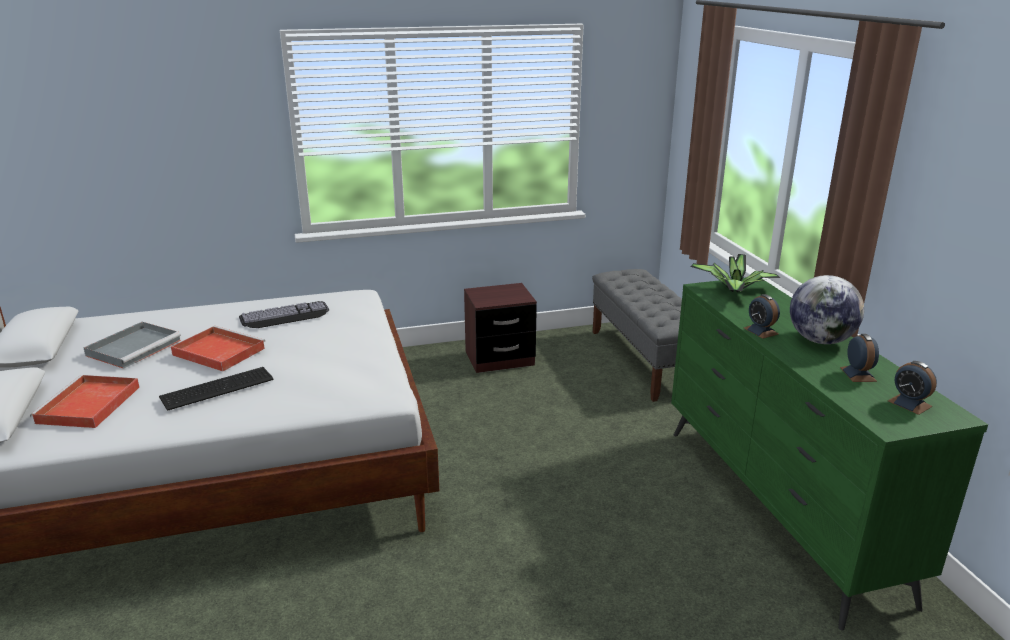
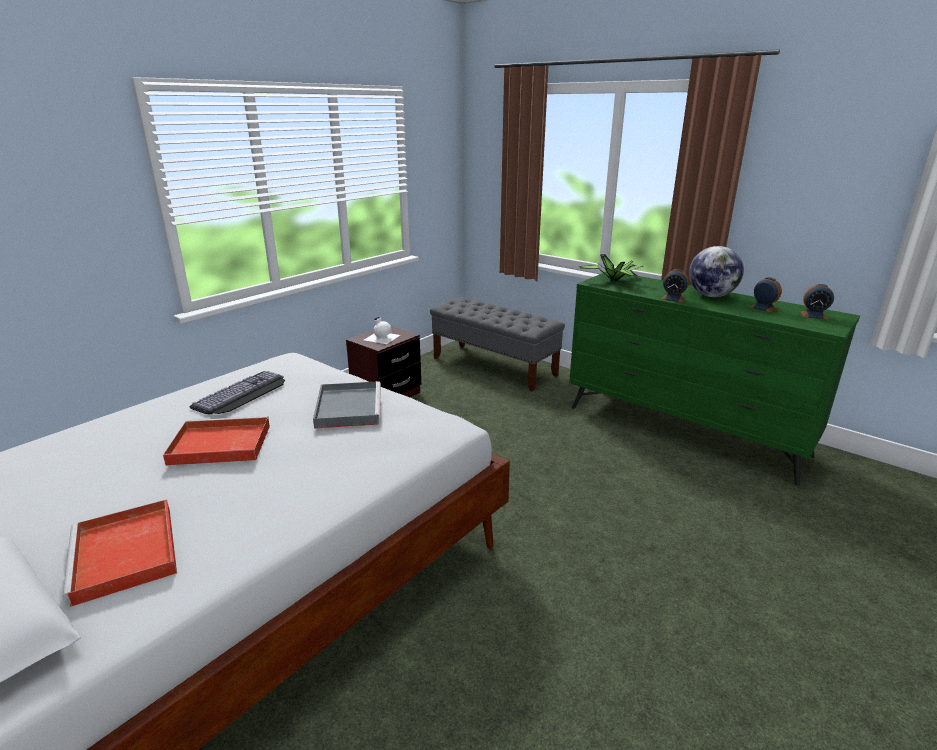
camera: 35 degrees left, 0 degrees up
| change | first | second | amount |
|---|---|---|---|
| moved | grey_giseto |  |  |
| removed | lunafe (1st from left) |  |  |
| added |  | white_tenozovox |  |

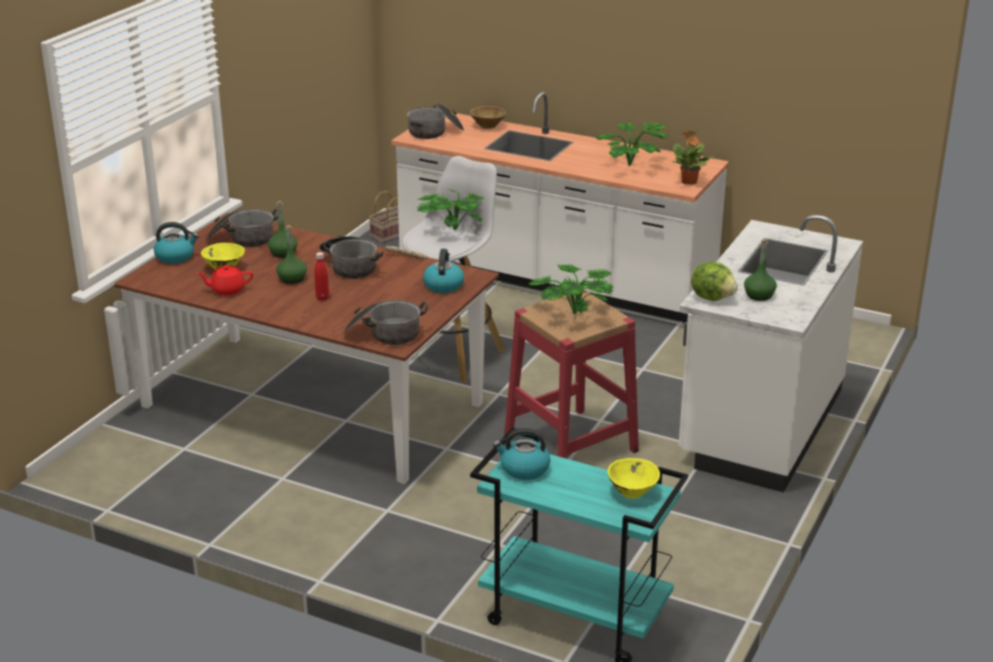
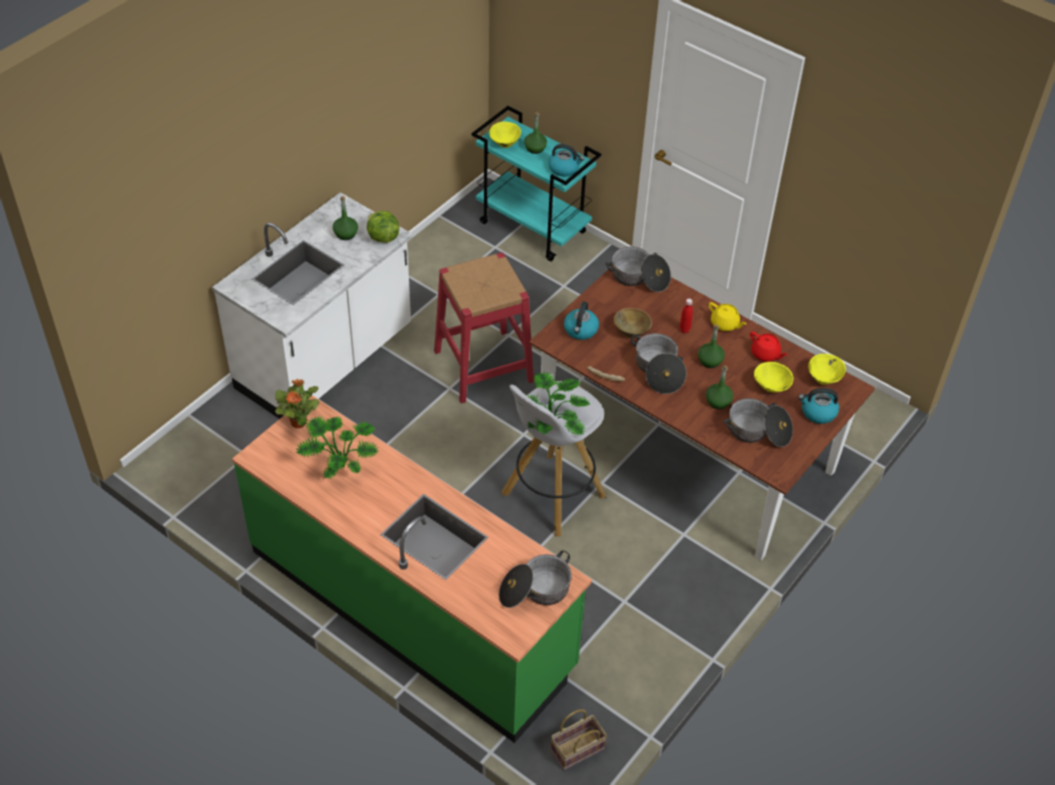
camera: 170 degrees left, 20 degrees up
| change | first | second | amount |
|---|---|---|---|
| turned | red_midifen |  | 45 degrees clockwise |
| recoloured | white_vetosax (1st from left) | green_vetosax |  |
| moved | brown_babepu |  |  |
| removed | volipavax (2nd from left) |  |  |
| added |  | green_tenozovox (2nd from left) |  |
| added |  | yellow_midifen |  |
| added |  | yellow_babepu (3rd from left) |  |

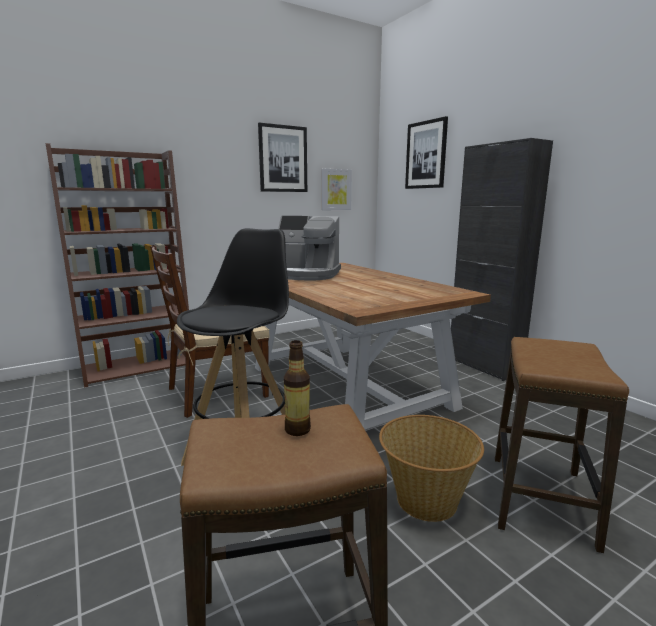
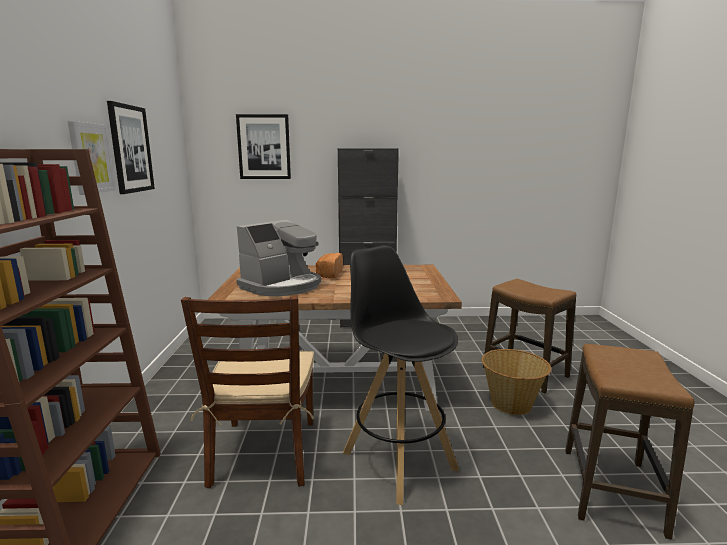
camera: 60 degrees left, 0 degrees up
| change | first | second | amount |
|---|---|---|---|
| removed | tenozovox |  |  |
| moved | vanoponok (2nd from left in the first image) | vanoponok (1st from left) |  |
| added |  | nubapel |  |

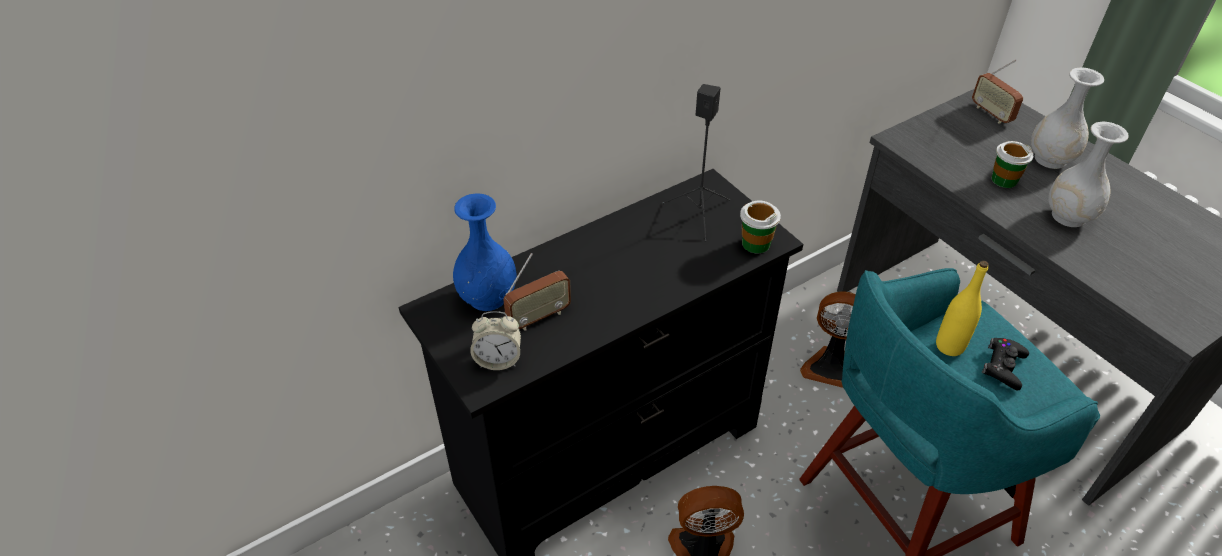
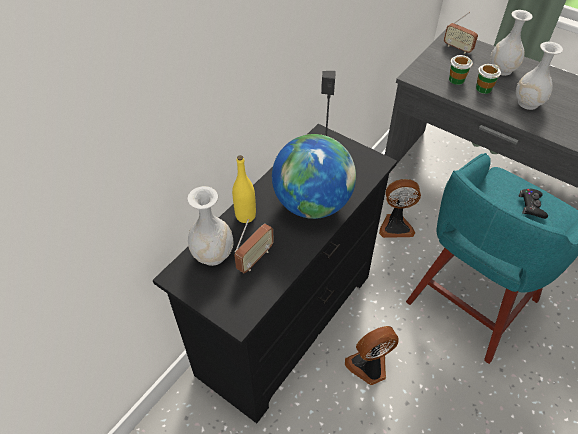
camera: 20 degrees left, 5 degrees up
| change | first | second | amount |
|---|---|---|---|
| recoloured | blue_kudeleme | white_kudeleme (1st from left) |  |
| removed | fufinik |  |  |
| moved | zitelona (1st from left) |  |  |
| moved | yellow_tenozovox |  |  |
| added |  | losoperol |  |

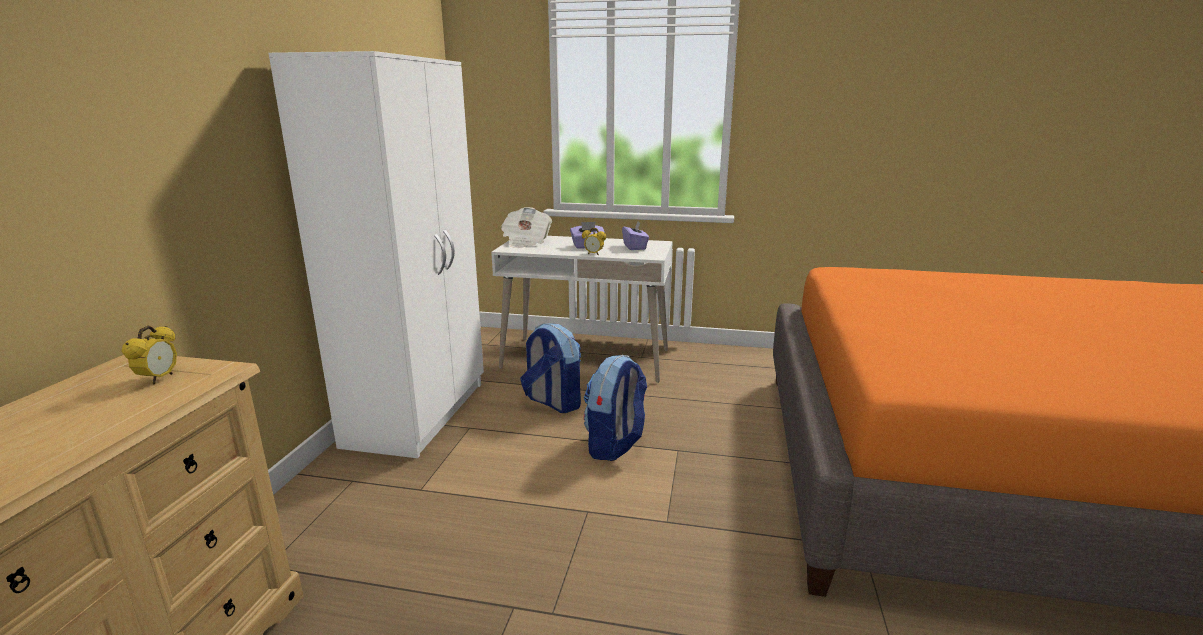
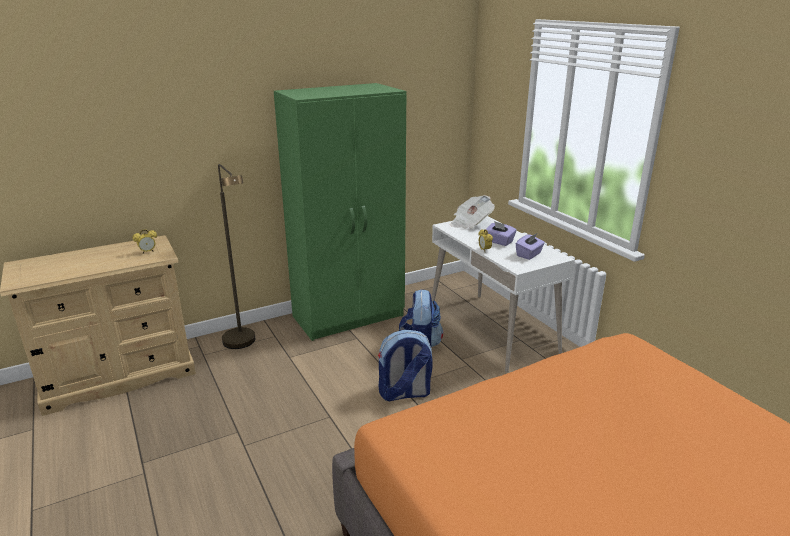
camera: 50 degrees right, 5 degrees up
| change | first | second | amount |
|---|---|---|---|
| recoloured | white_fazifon | green_fazifon |  |
| added |  | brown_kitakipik |  |

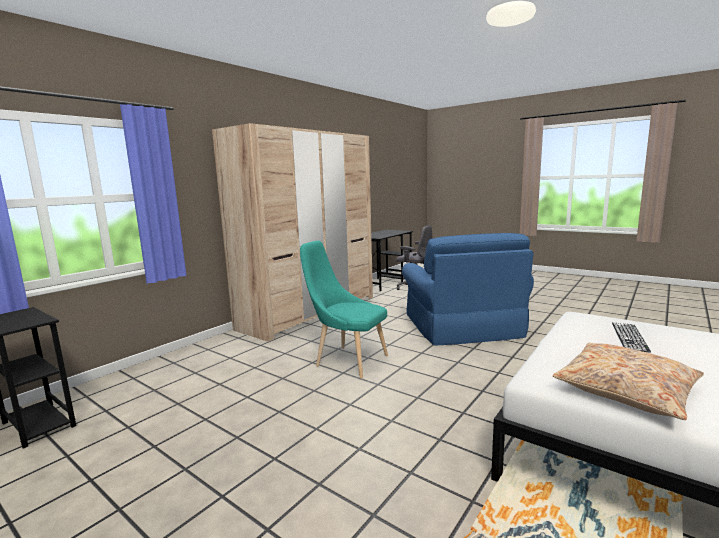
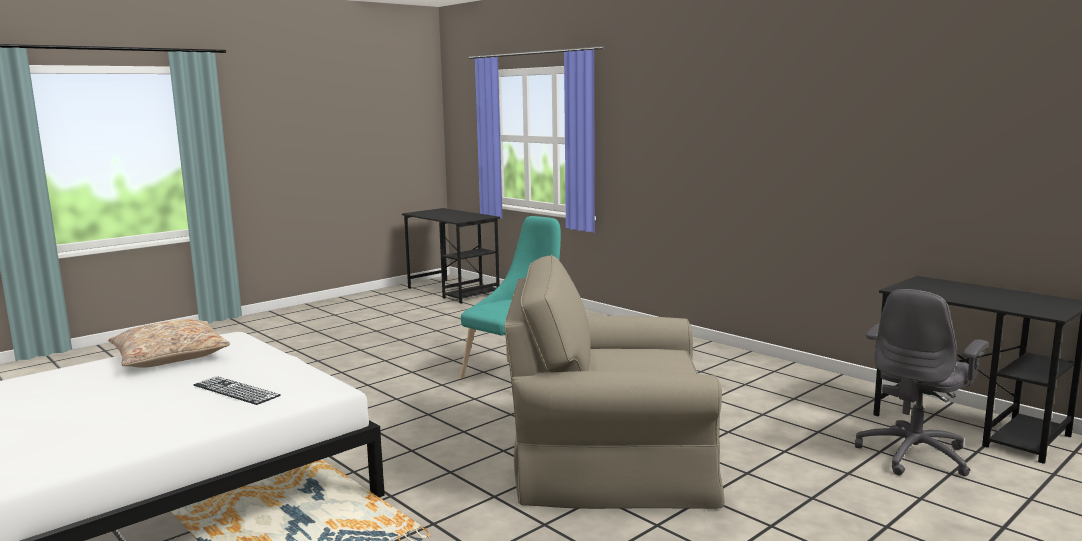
camera: 100 degrees right, 0 degrees up
| change | first | second | amount |
|---|---|---|---|
| removed | beige_fazifon |  |  |
| recoloured | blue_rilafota | beige_rilafota |  |

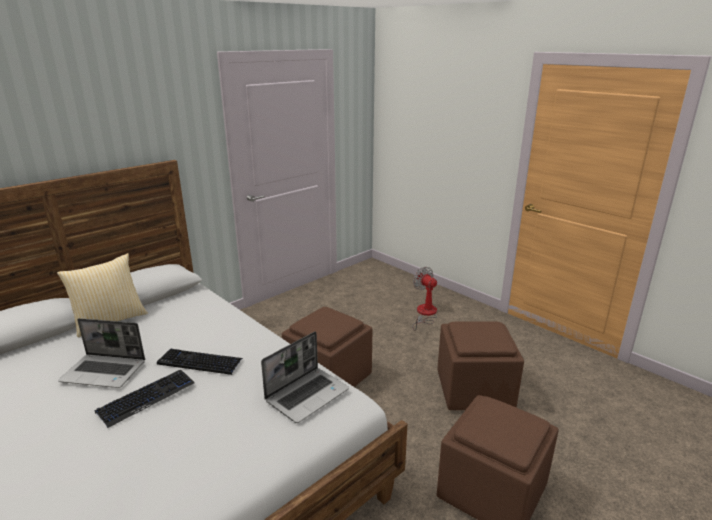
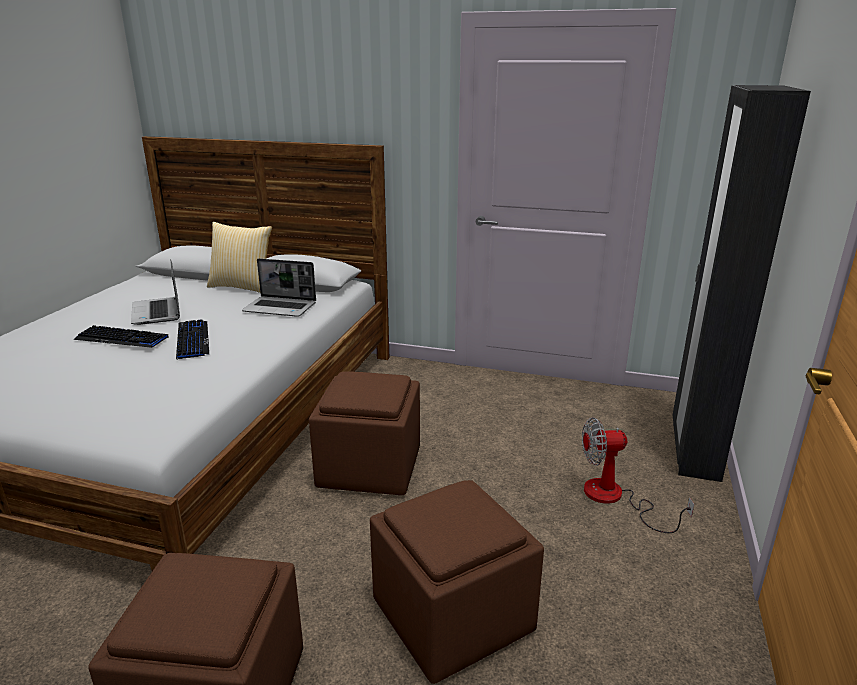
camera: 60 degrees right, 0 degrees up
| change | first | second | amount |
|---|---|---|---|
| moved | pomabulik (2nd from left) |  |  |
| turned | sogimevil |  | 120 degrees counterclockwise |
| added |  | black_fazifon |  |

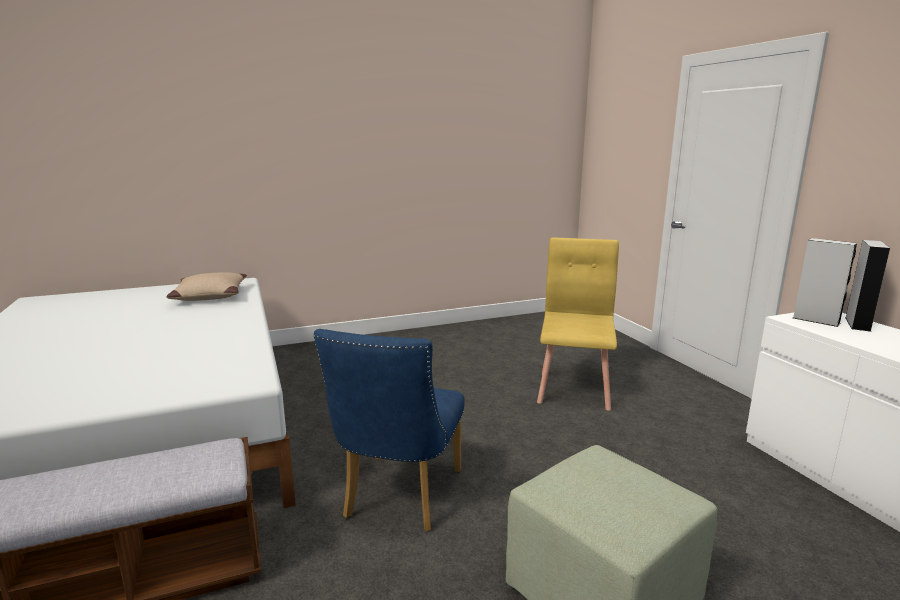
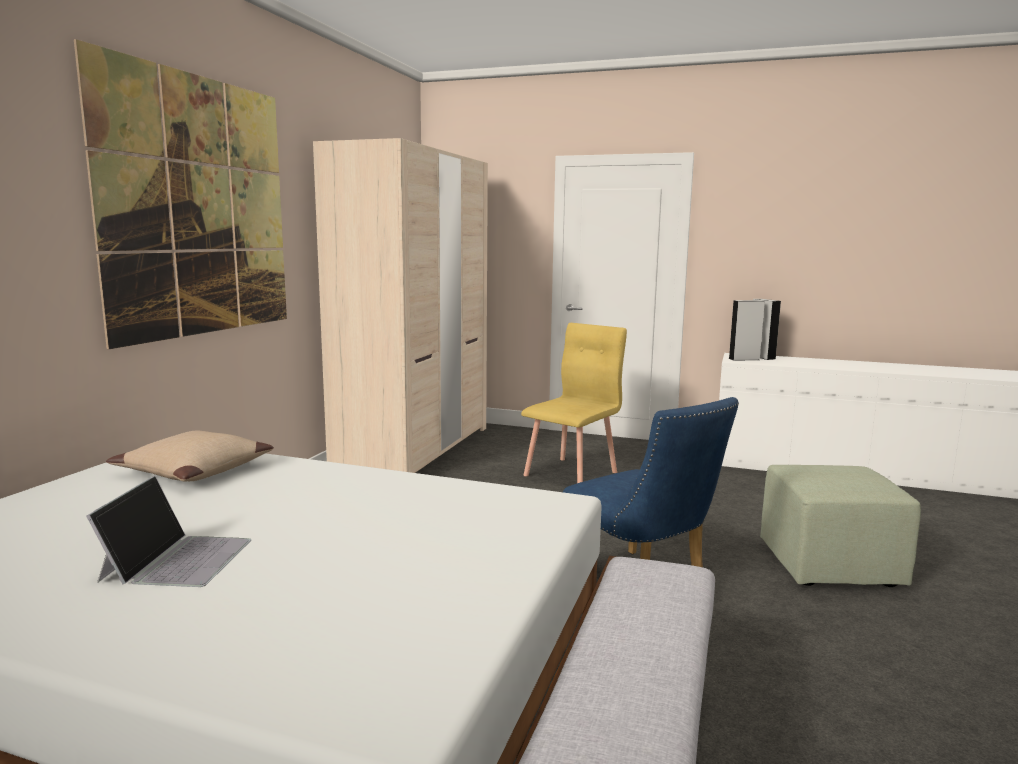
camera: 50 degrees left, 5 degrees down
| change | first | second | amount |
|---|---|---|---|
| turned | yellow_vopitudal |  | 75 degrees clockwise |
| added |  | vanoponok |  |
| added |  | pomabulik |  |
| added |  | beige_fazifon |  |

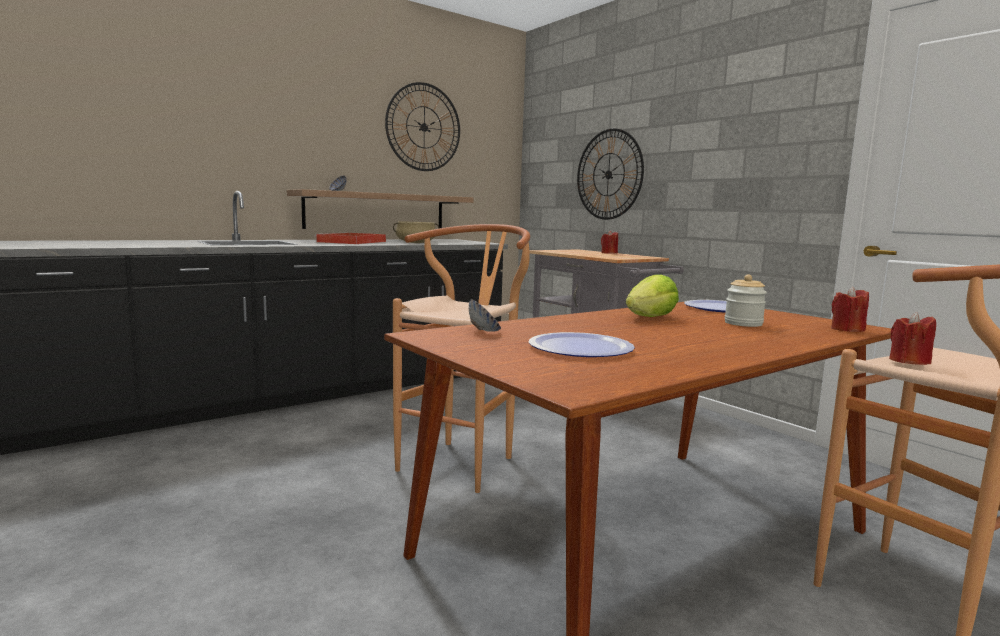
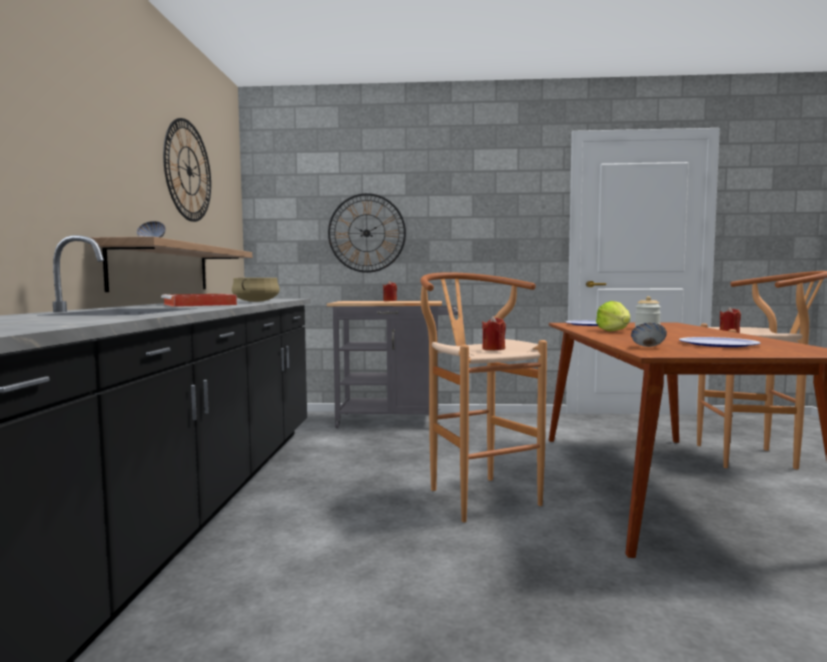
camera: 50 degrees left, 5 degrees down
| change | first | second | amount |
|---|---|---|---|
| moved | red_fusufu (2nd from left) |  |  |

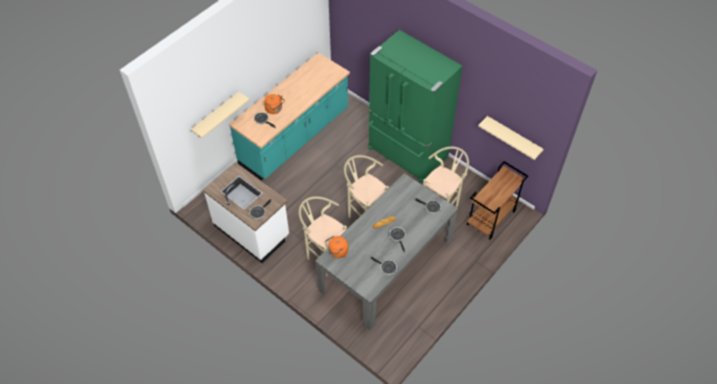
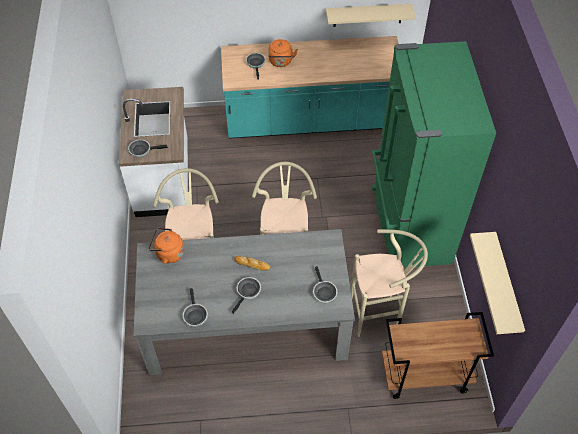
camera: 45 degrees right, 0 degrees up
| change | first | second | amount |
|---|---|---|---|
| moved | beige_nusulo (1st from left) |  |  |

